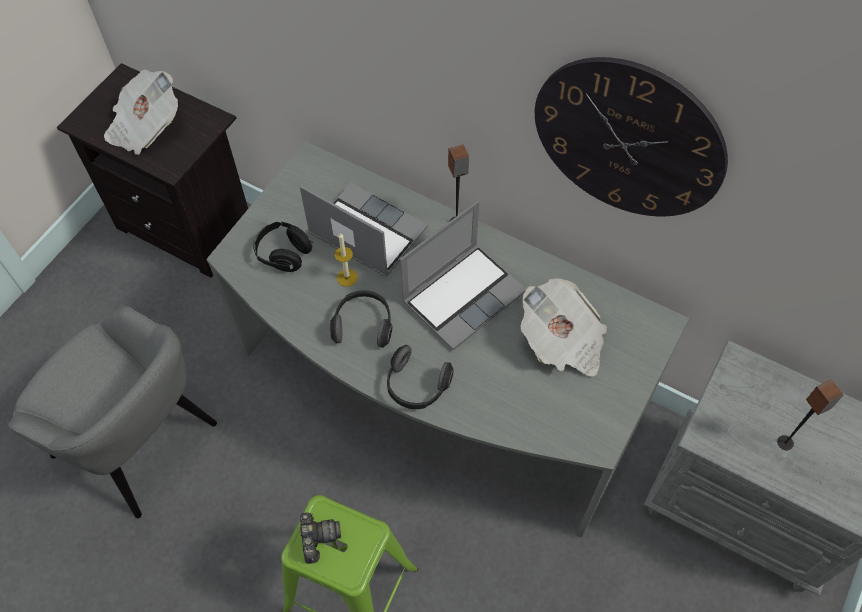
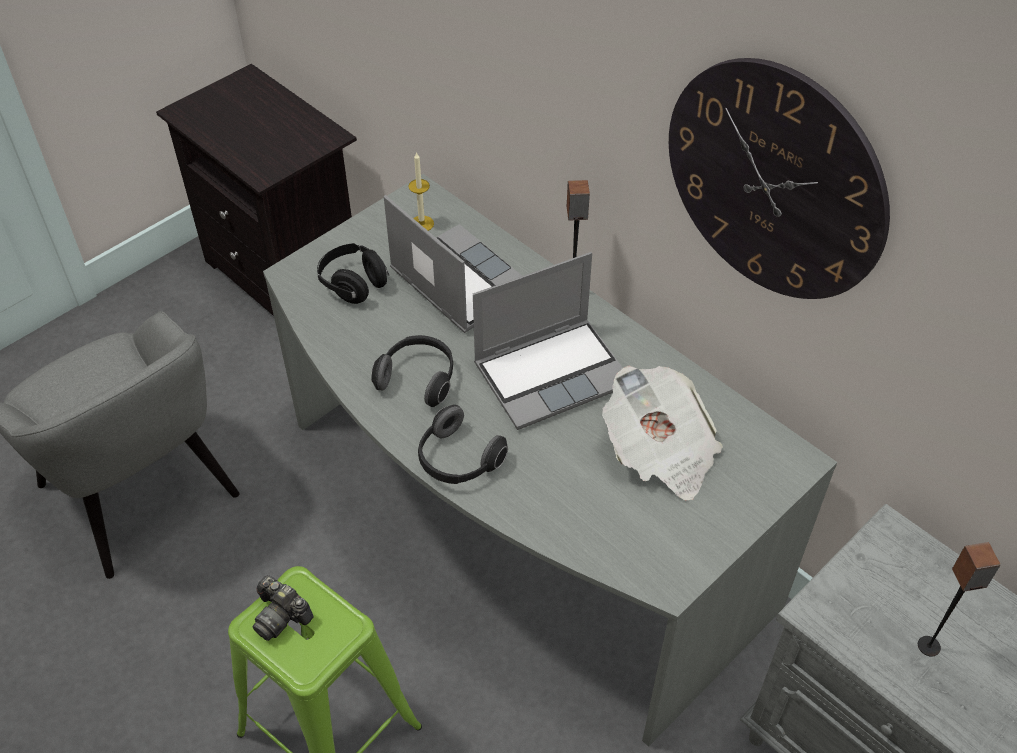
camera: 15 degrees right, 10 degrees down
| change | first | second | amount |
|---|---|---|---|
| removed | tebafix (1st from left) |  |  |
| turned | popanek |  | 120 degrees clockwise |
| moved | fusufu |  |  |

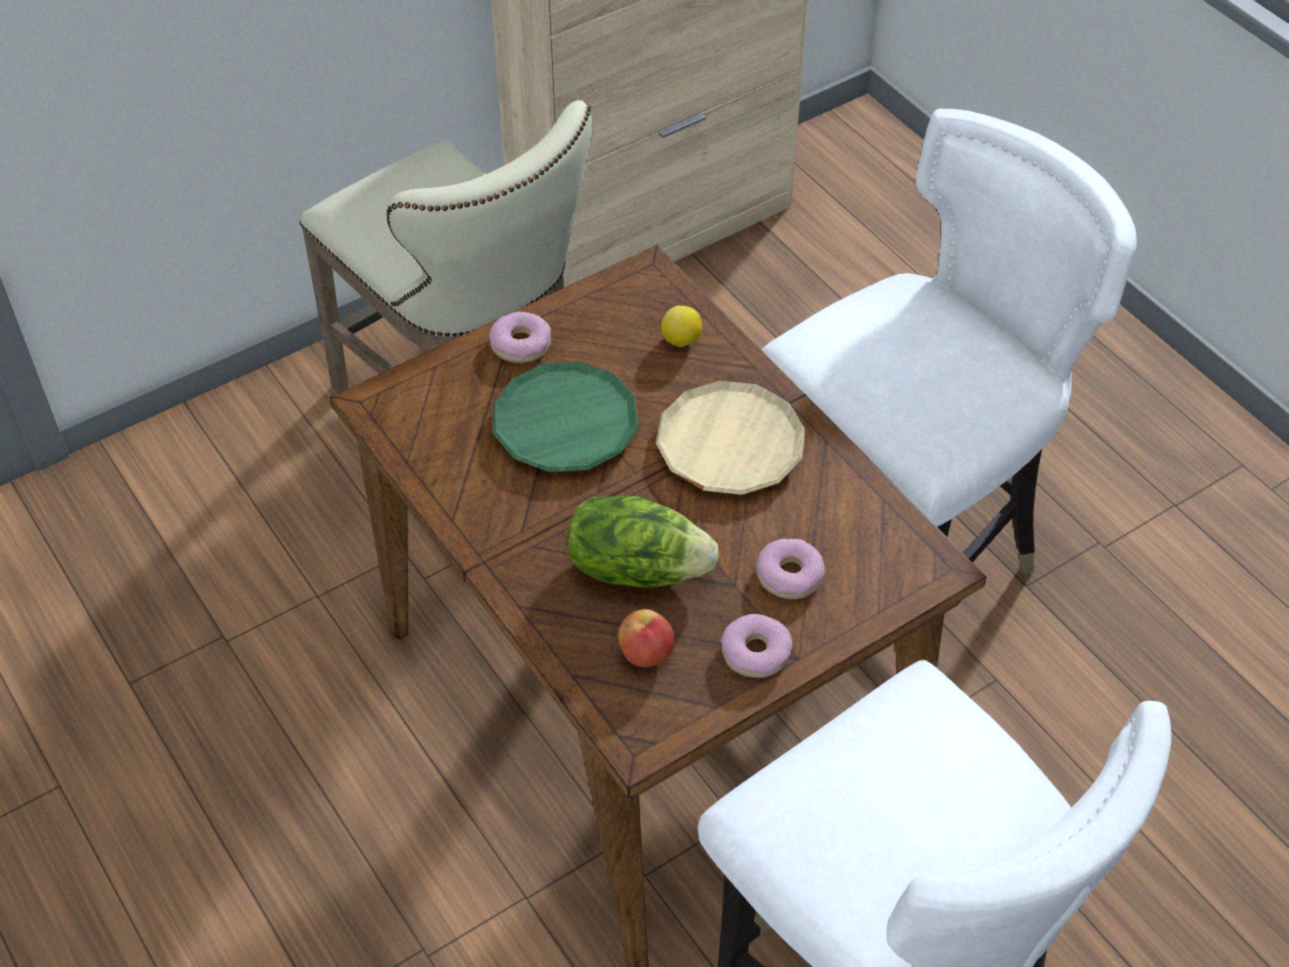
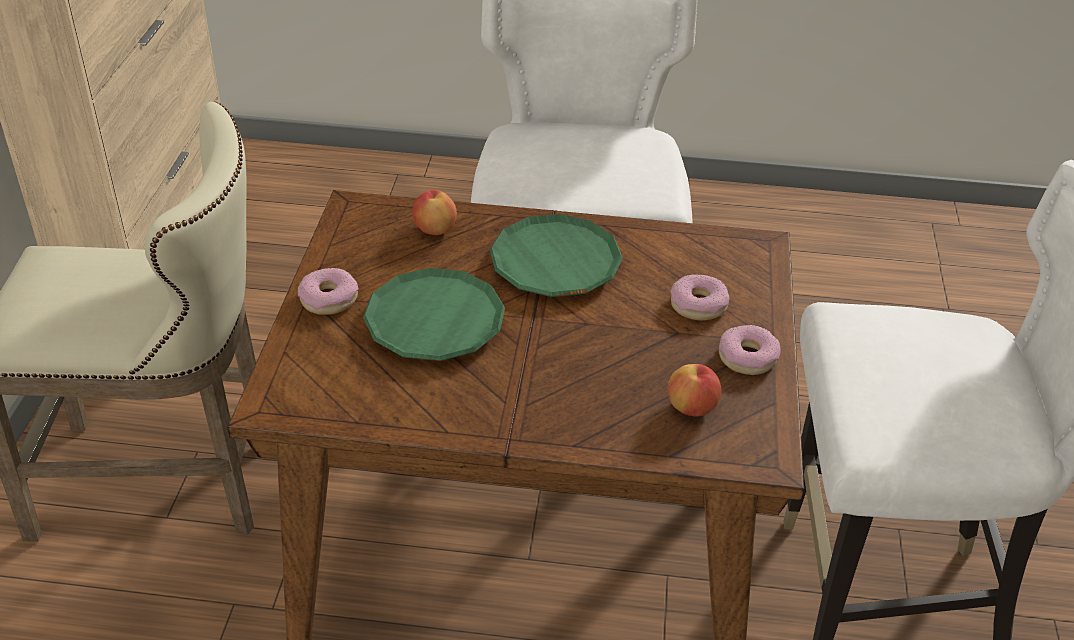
camera: 50 degrees left, 10 degrees down
| change | first | second | amount |
|---|---|---|---|
| removed | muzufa |  |  |
| recoloured | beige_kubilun | green_kubilun (2nd from left) |  |
| replaced | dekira | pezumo (1st from left) |  |

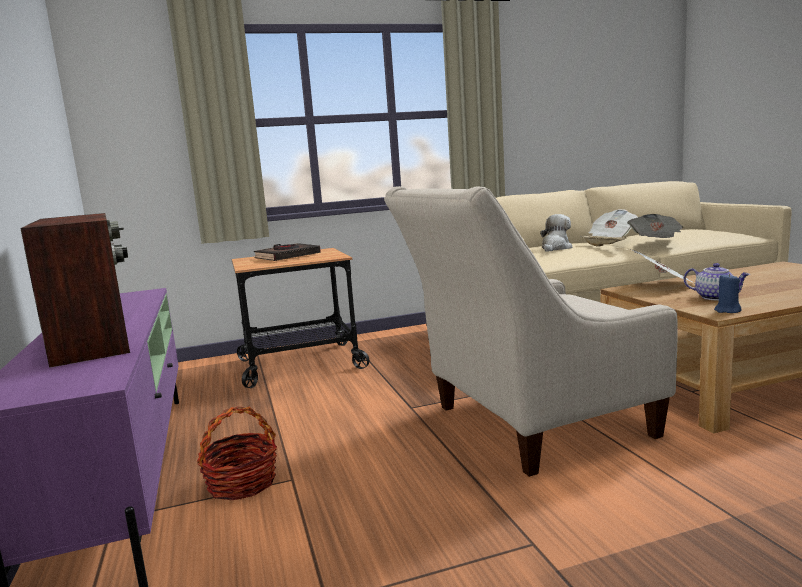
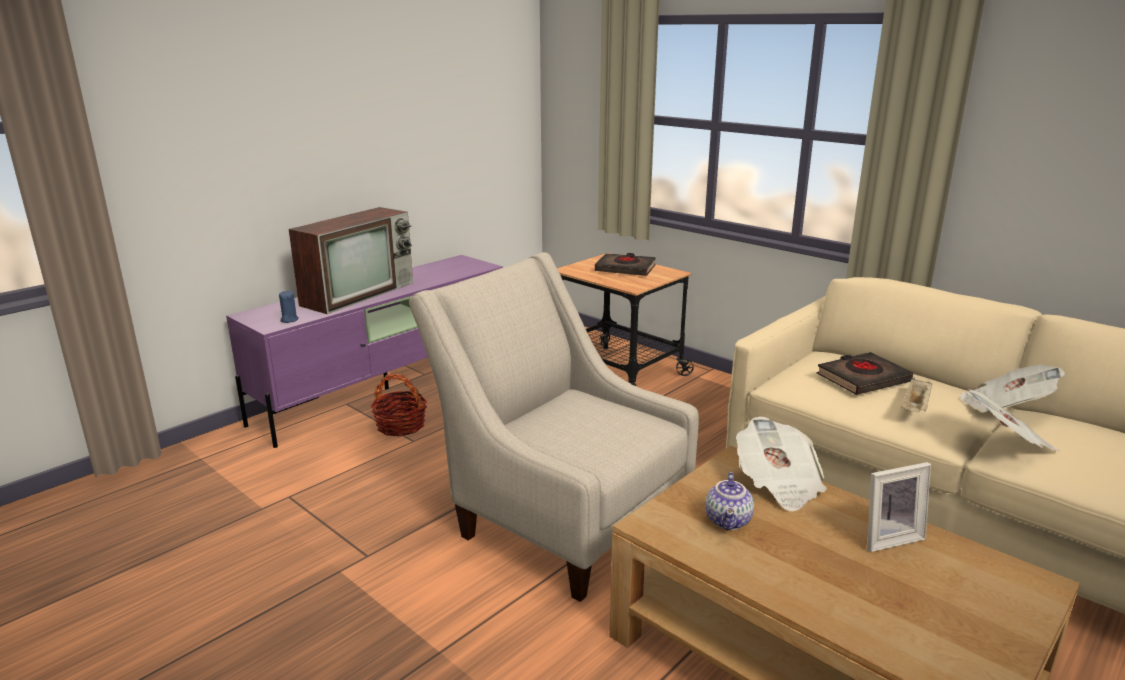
camera: 60 degrees right, 10 degrees up
| change | first | second | amount |
|---|---|---|---|
| replaced | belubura | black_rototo (2nd from left) |  |
| moved | blue_fusufu |  |  |
| added |  | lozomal |  |

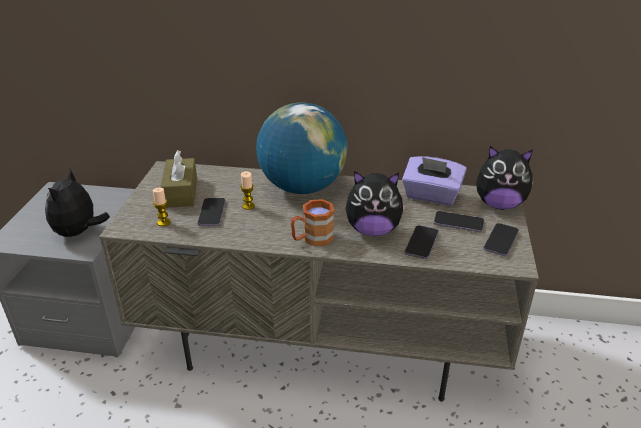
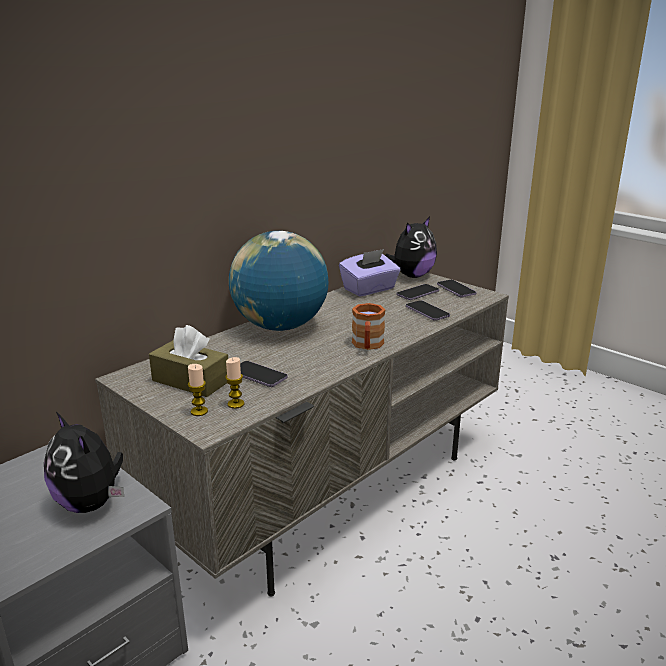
camera: 55 degrees left, 10 degrees down
| change | first | second | amount |
|---|---|---|---|
| moved | fusufu (2nd from left in the first image) | fusufu (1st from left) |  |
| removed | belubura (2nd from left) |  |  |

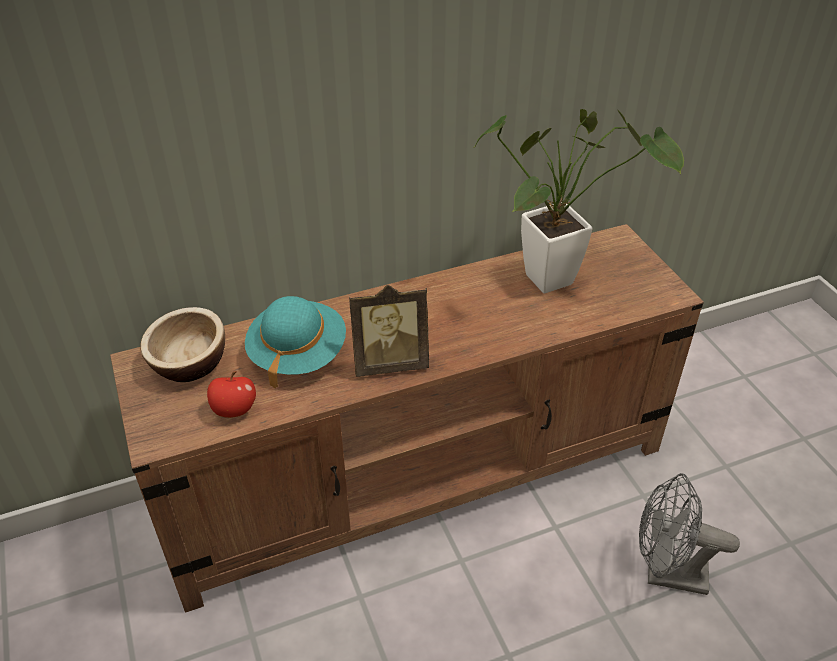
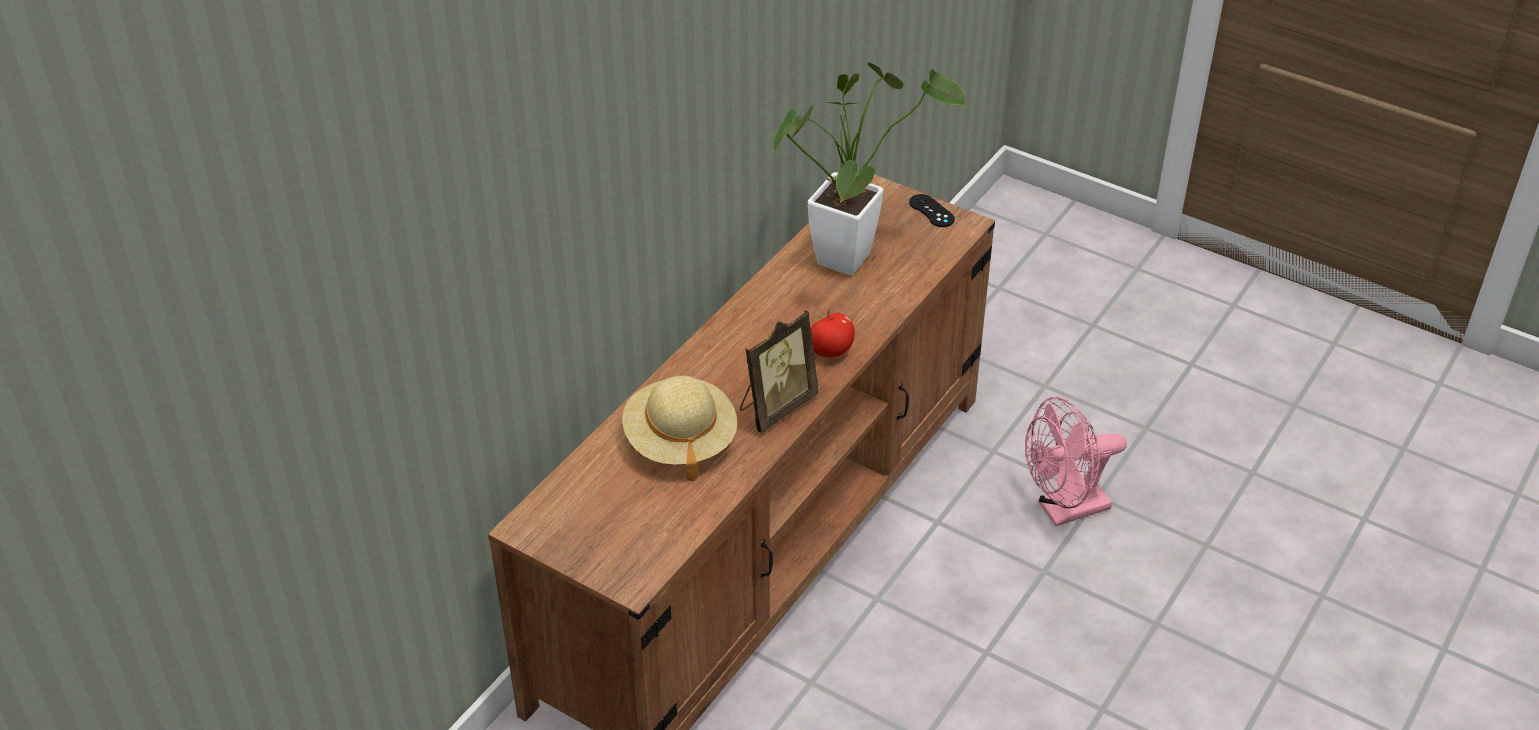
camera: 35 degrees left, 0 degrees up
| change | first | second | amount |
|---|---|---|---|
| removed | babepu |  |  |
| moved | pezumo |  |  |
| recoloured | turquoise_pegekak | beige_pegekak |  |
| recoloured | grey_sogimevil | pink_sogimevil |  |
| added |  | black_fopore |  |

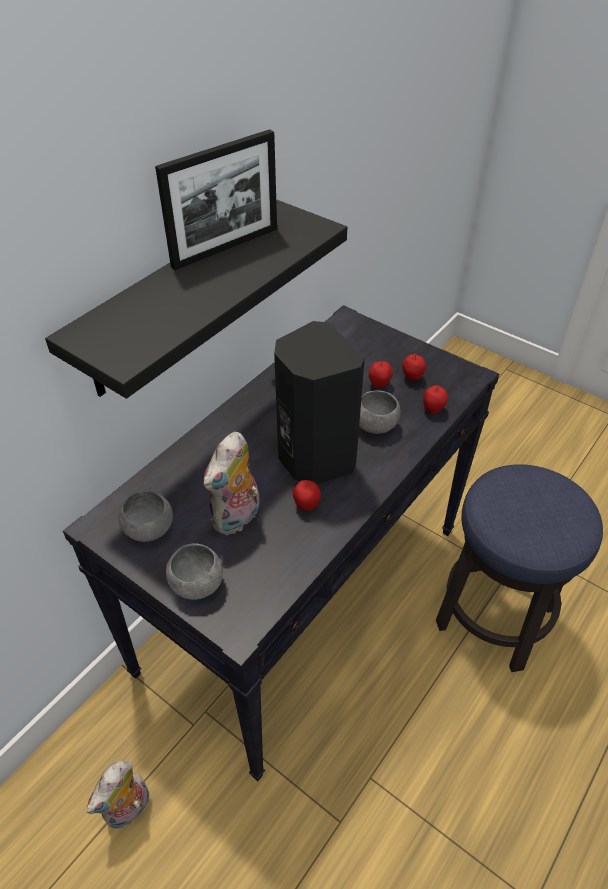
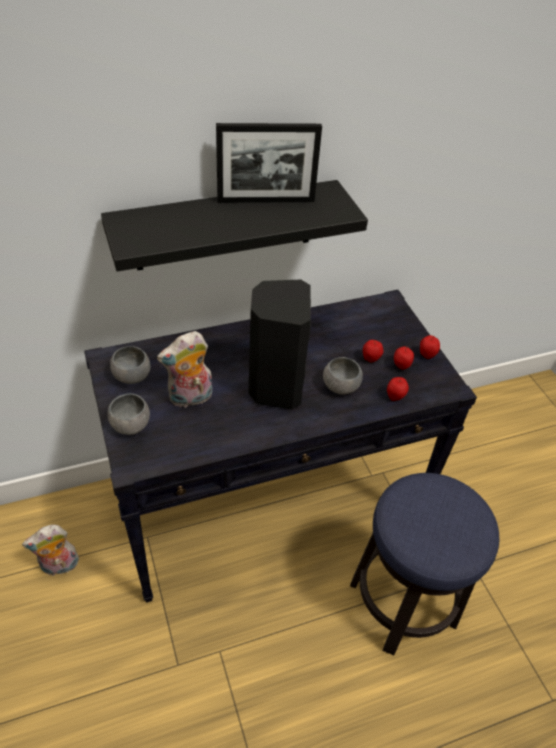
camera: 30 degrees right, 0 degrees up
| change | first | second | amount |
|---|---|---|---|
| moved | pezumo (1st from left in the first image) | pezumo (4th from left) |  |

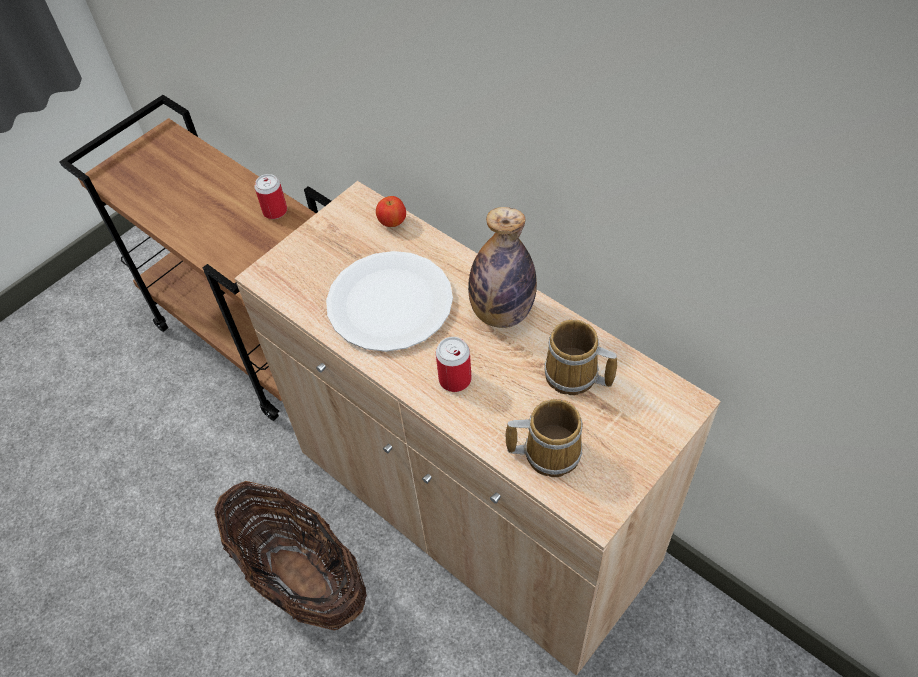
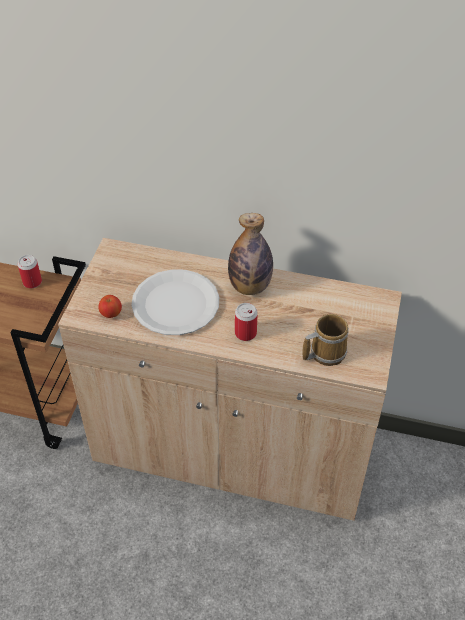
camera: 30 degrees left, 5 degrees down
| change | first | second | amount |
|---|---|---|---|
| removed | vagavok |  |  |
| moved | pezumo |  |  |
| removed | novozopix (2nd from left) |  |  |

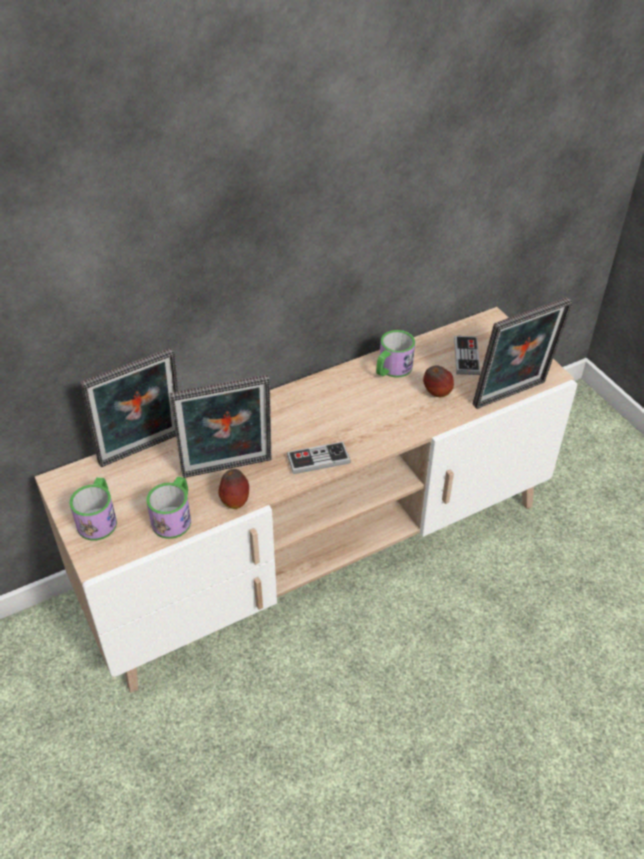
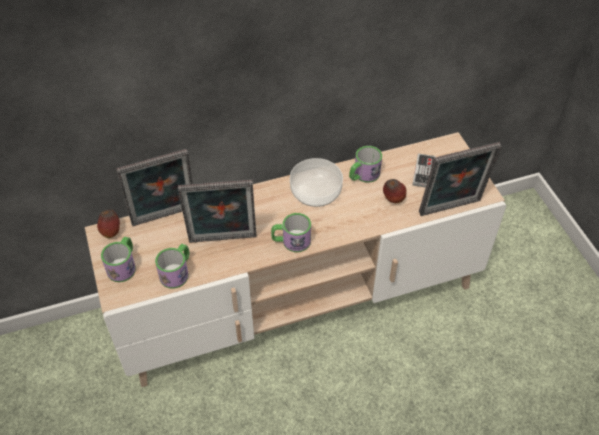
camera: 10 degrees right, 5 degrees up
| change | first | second | amount |
|---|---|---|---|
| moved | pezumo (1st from left) |  |  |
| replaced | fopore (1st from left) | novozopix (3rd from left) |  |
| added |  | babepu |  |

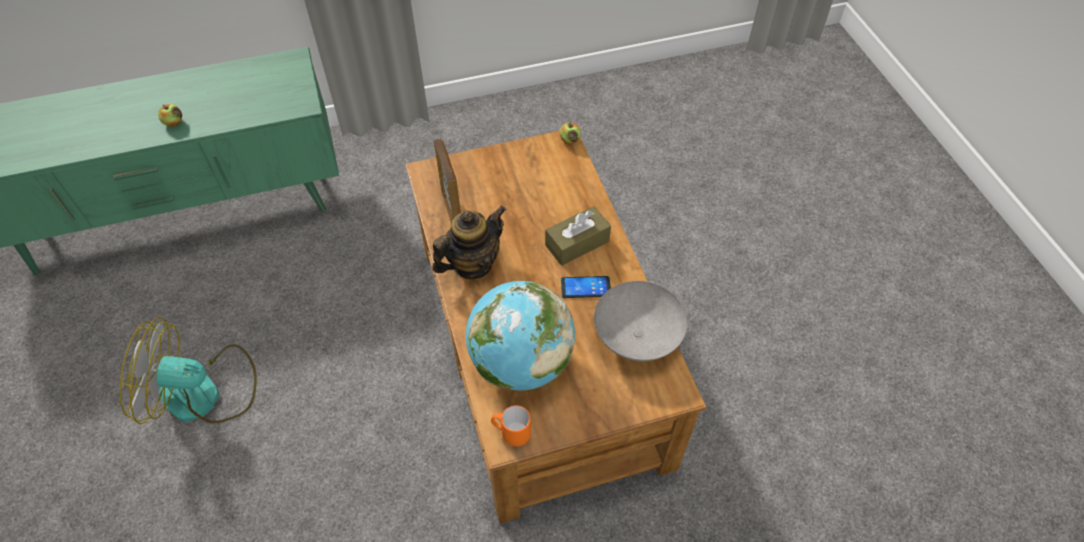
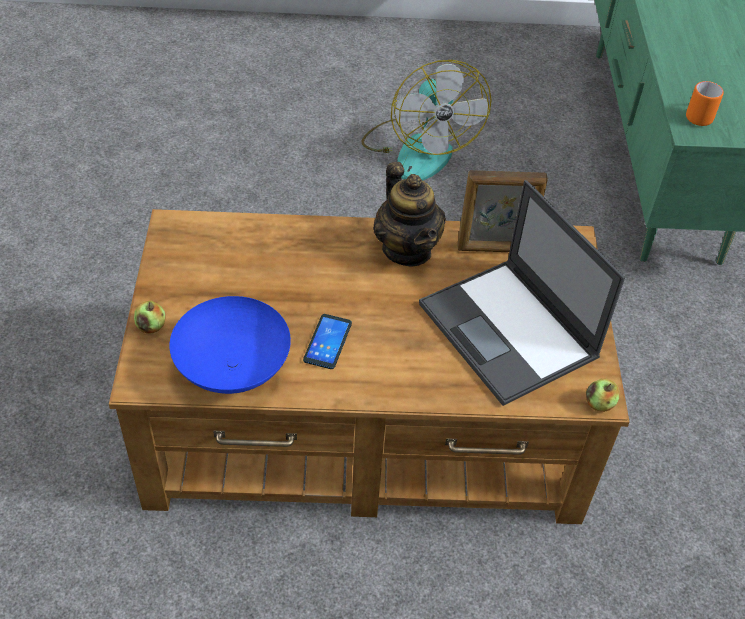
camera: 105 degrees right, 5 degrees down
| change | first | second | amount |
|---|---|---|---|
| turned | sogimevil |  | 150 degrees clockwise |
| moved | pezumo (1st from left) |  |  |
| removed | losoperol |  |  |
| moved | orange_novozopix |  |  |
| removed | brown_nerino |  |  |
| recoloured | grey_babepu | blue_babepu |  |
| added |  | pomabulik |  |

